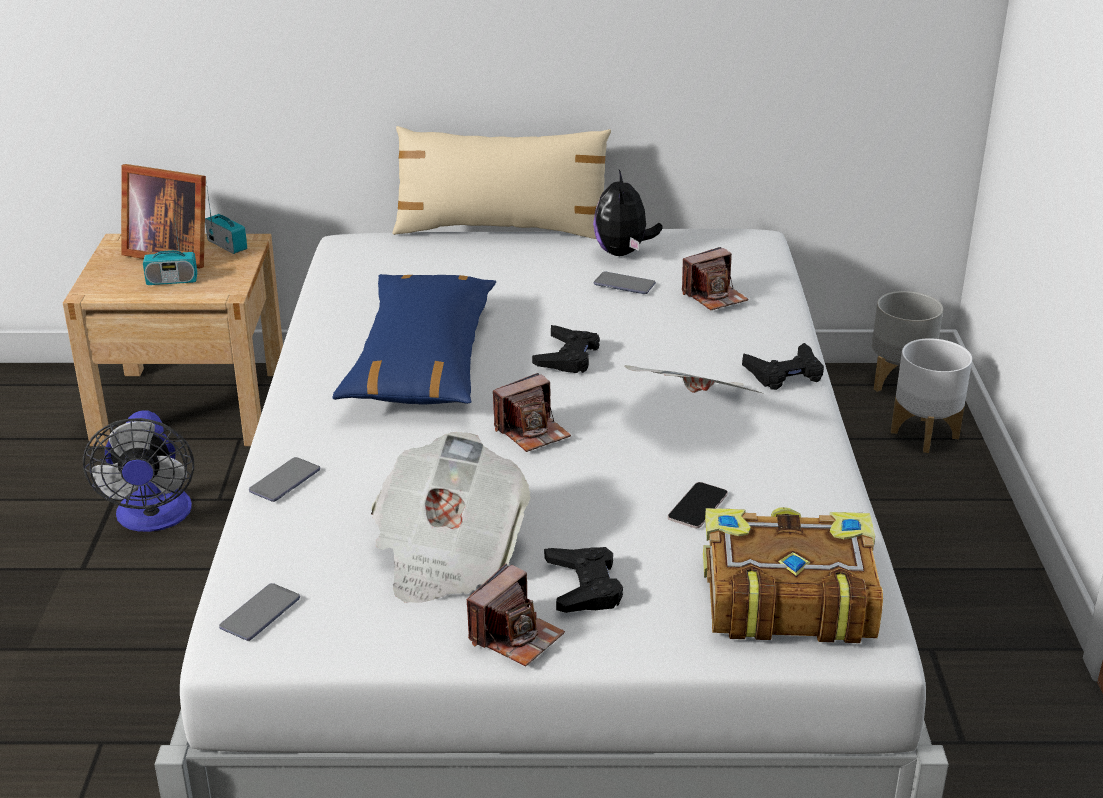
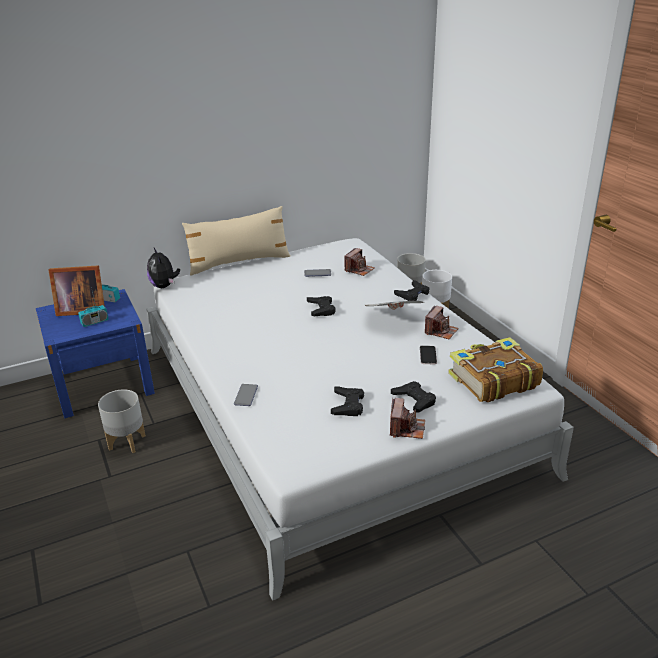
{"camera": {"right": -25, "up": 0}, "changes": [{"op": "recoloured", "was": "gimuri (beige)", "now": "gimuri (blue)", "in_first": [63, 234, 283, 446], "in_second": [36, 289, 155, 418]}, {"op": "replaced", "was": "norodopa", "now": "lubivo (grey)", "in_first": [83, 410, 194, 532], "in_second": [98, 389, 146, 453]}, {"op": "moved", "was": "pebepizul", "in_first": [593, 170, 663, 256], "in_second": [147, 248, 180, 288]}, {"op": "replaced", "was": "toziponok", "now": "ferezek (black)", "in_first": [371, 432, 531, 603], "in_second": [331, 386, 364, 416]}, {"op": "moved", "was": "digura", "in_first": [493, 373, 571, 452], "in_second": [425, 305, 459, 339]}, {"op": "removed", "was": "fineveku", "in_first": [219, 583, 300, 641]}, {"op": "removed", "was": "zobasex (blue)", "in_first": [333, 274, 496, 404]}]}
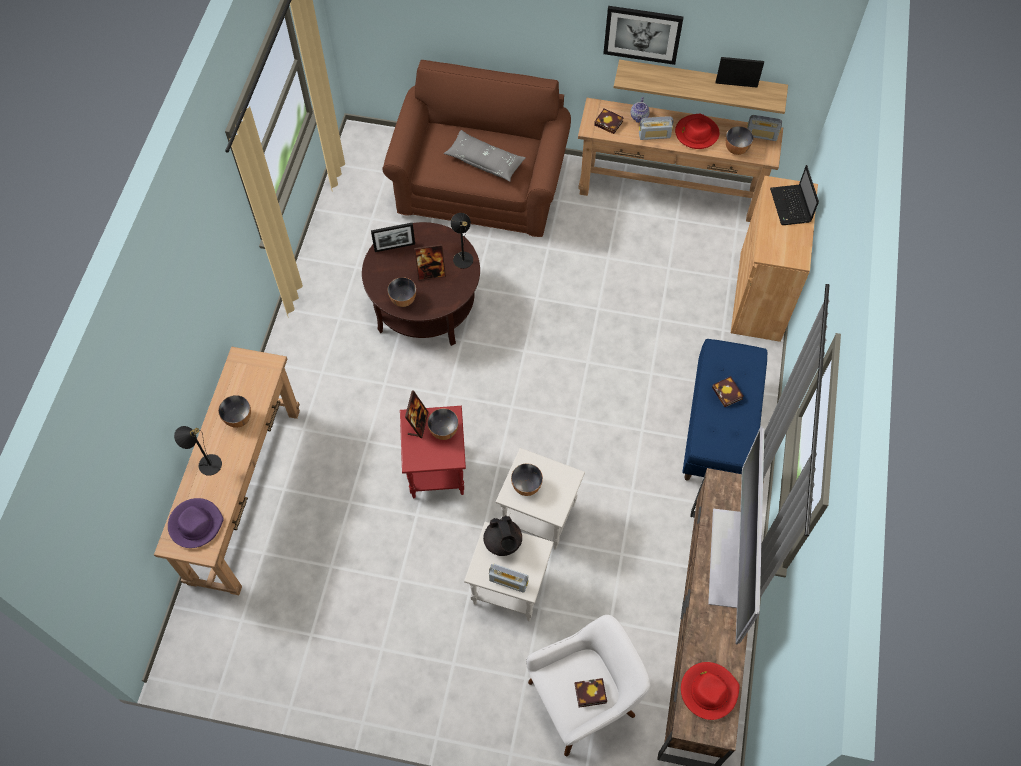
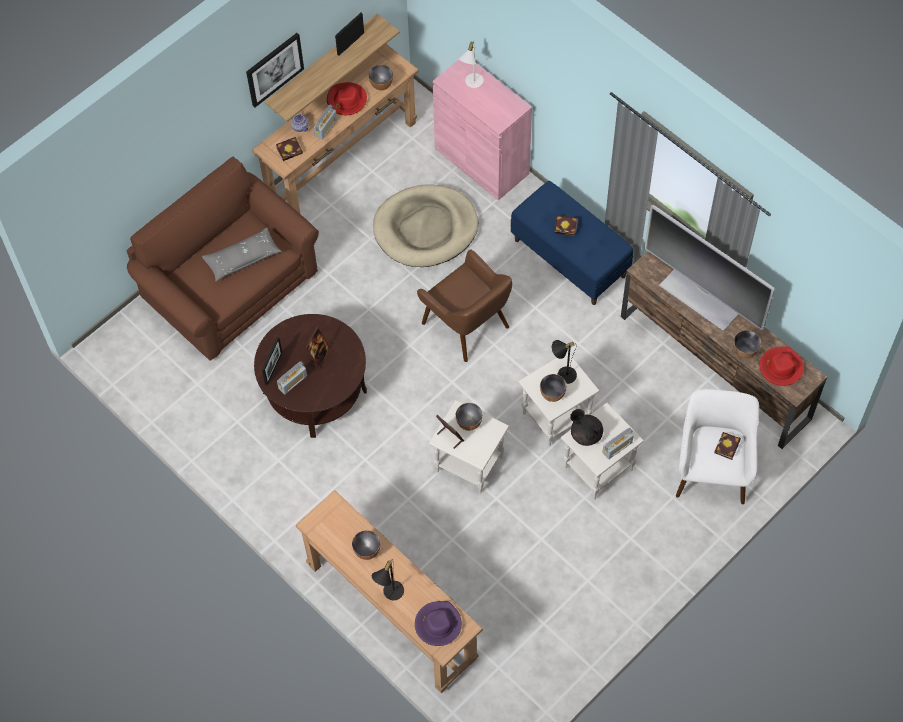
{"camera": {"right": -55, "up": 0}, "changes": [{"op": "moved", "was": "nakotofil", "in_first": [747, 115, 782, 141], "in_second": [277, 361, 307, 395]}, {"op": "added", "now": "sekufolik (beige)", "in_second": [373, 185, 478, 267]}, {"op": "added", "now": "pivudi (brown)", "in_second": [417, 249, 512, 362]}, {"op": "recoloured", "was": "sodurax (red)", "now": "sodurax (white)", "in_first": [400, 406, 466, 498], "in_second": [429, 400, 509, 494]}, {"op": "recoloured", "was": "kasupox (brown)", "now": "kasupox (pink)", "in_first": [731, 176, 818, 342], "in_second": [432, 60, 532, 200]}, {"op": "replaced", "was": "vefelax", "now": "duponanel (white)", "in_first": [770, 165, 819, 225], "in_second": [458, 41, 483, 88]}, {"op": "moved", "was": "duponanel (black)", "in_first": [450, 213, 473, 269], "in_second": [552, 340, 577, 384]}, {"op": "turned", "was": "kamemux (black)", "in_first": [483, 515, 522, 556], "in_second": [570, 409, 603, 446], "clockwise": -150}, {"op": "moved", "was": "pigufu", "in_first": [387, 277, 416, 307], "in_second": [734, 330, 761, 358]}]}
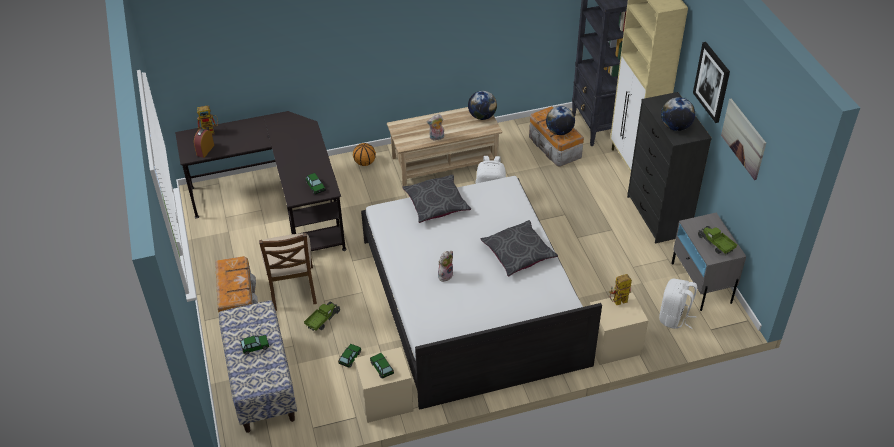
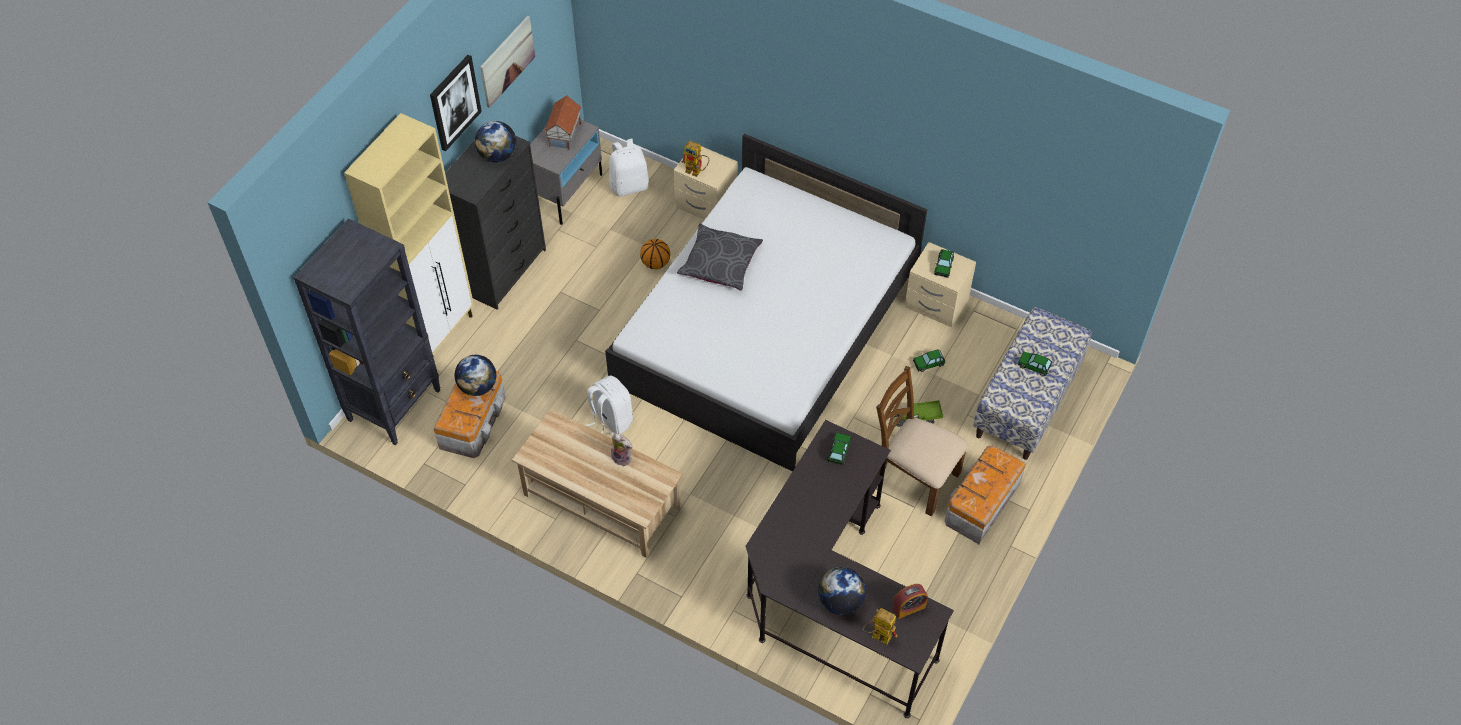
{"camera": {"right": -135, "up": 10}, "changes": [{"op": "replaced", "was": "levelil", "now": "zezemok", "in_first": [698, 226, 737, 254], "in_second": [544, 96, 582, 150]}, {"op": "moved", "was": "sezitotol", "in_first": [353, 143, 376, 166], "in_second": [640, 239, 670, 269]}, {"op": "moved", "was": "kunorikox", "in_first": [468, 91, 497, 120], "in_second": [818, 567, 866, 615]}, {"op": "turned", "was": "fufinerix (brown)", "in_first": [259, 233, 317, 311], "in_second": [876, 366, 968, 516], "clockwise": -90}, {"op": "removed", "was": "zobasex (grey)", "in_first": [403, 174, 471, 223]}, {"op": "removed", "was": "pebepizul", "in_first": [438, 251, 453, 282]}]}
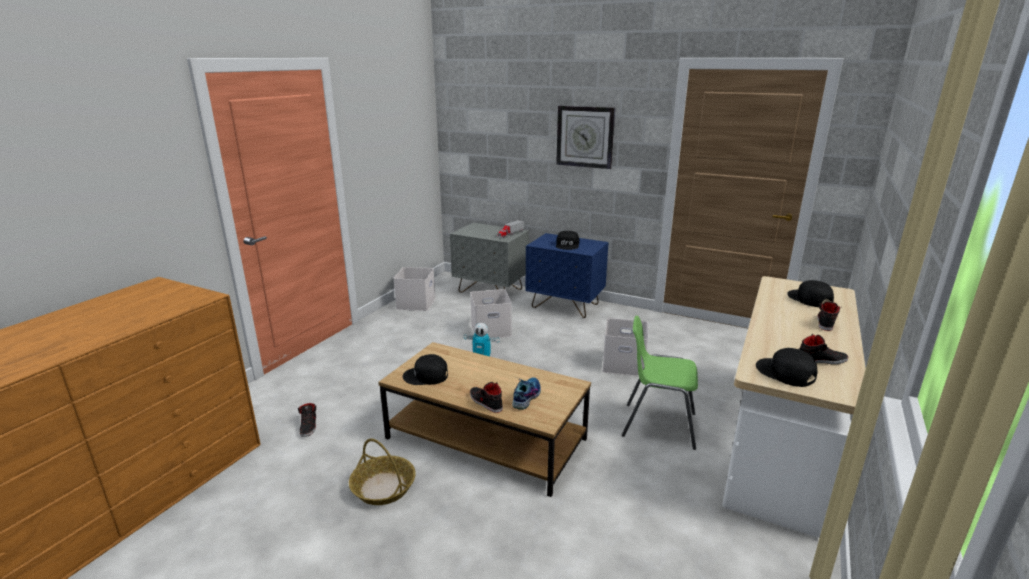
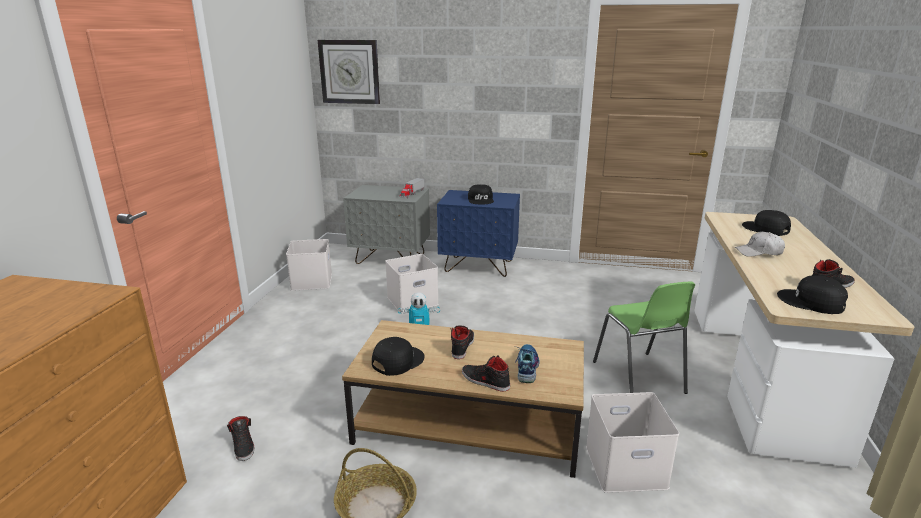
{"camera": {"right": -15, "up": 0}, "changes": [{"op": "moved", "was": "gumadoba", "in_first": [556, 106, 615, 169], "in_second": [318, 40, 380, 104]}, {"op": "turned", "was": "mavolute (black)", "in_first": [403, 354, 448, 385], "in_second": [372, 337, 425, 376], "clockwise": 150}, {"op": "moved", "was": "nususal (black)", "in_first": [817, 301, 841, 331], "in_second": [450, 325, 474, 359]}, {"op": "moved", "was": "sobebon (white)", "in_first": [602, 318, 648, 376], "in_second": [586, 392, 679, 493]}, {"op": "turned", "was": "fufinerix (green)", "in_first": [622, 315, 698, 450], "in_second": [593, 282, 695, 394], "clockwise": -105}, {"op": "added", "now": "mavolute (white)", "in_second": [735, 232, 785, 257]}]}
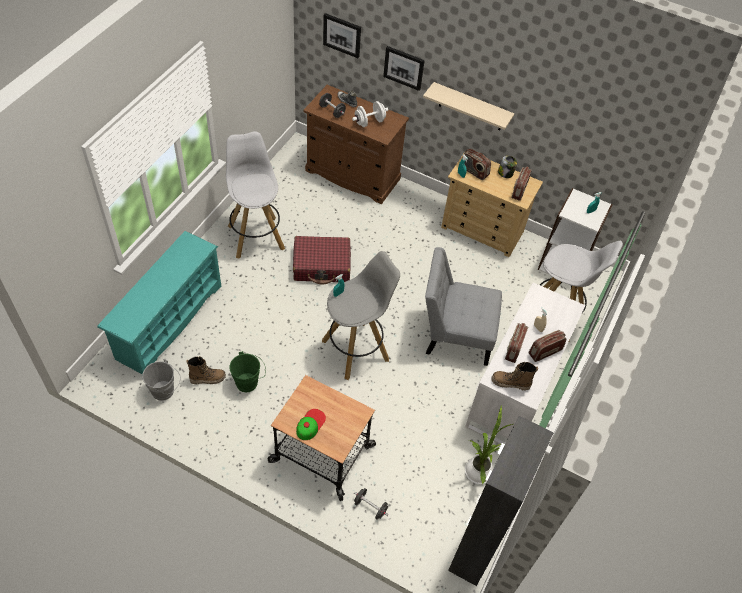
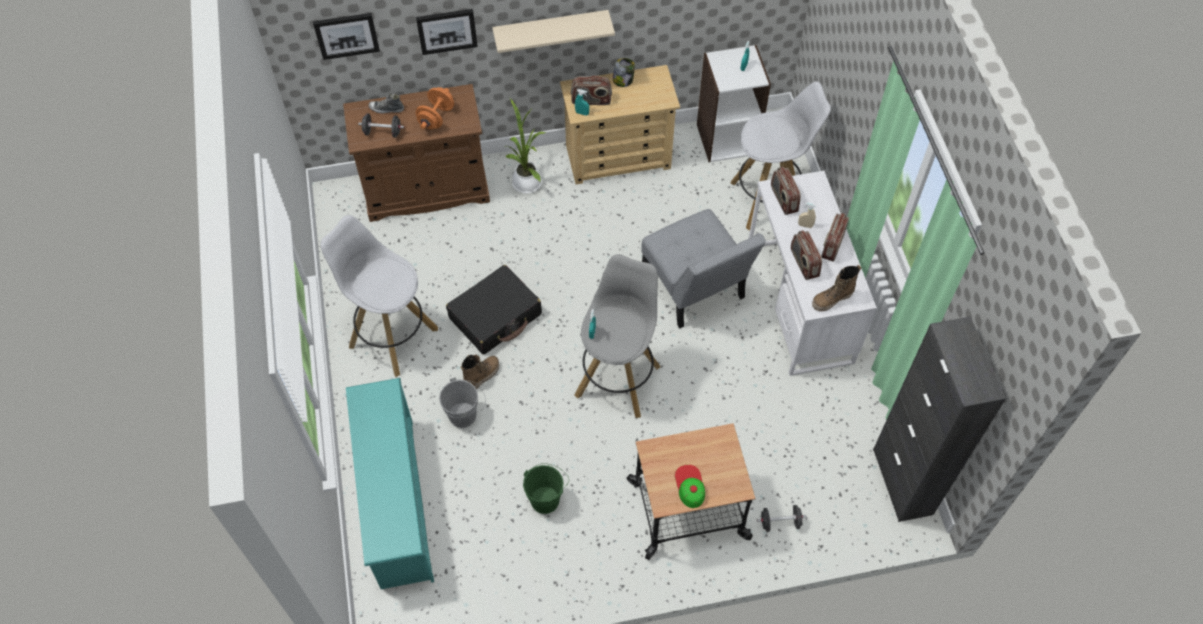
{"camera": {"right": -35, "up": 5}, "changes": [{"op": "recoloured", "was": "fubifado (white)", "now": "fubifado (orange)", "in_first": [352, 101, 388, 127], "in_second": [415, 87, 454, 129]}, {"op": "moved", "was": "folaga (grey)", "in_first": [142, 360, 180, 401], "in_second": [439, 377, 486, 428]}, {"op": "recoloured", "was": "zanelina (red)", "now": "zanelina (black)", "in_first": [293, 236, 351, 284], "in_second": [446, 265, 542, 355]}, {"op": "moved", "was": "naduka", "in_first": [186, 356, 226, 384], "in_second": [460, 355, 499, 390]}, {"op": "moved", "was": "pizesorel", "in_first": [465, 406, 513, 485], "in_second": [505, 98, 547, 194]}, {"op": "turned", "was": "fufinerix (grey)", "in_first": [425, 247, 502, 366], "in_second": [641, 209, 766, 328], "clockwise": -90}, {"op": "moved", "was": "nakotofil", "in_first": [511, 166, 532, 201], "in_second": [771, 167, 801, 215]}]}
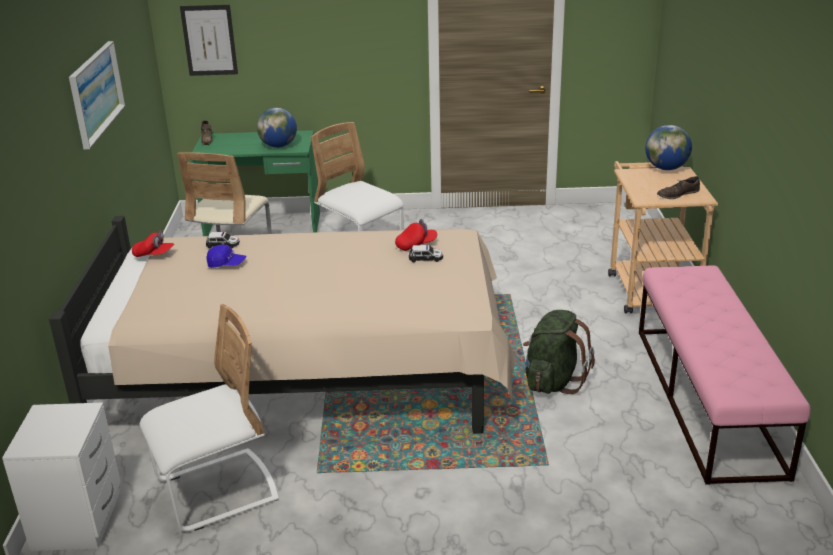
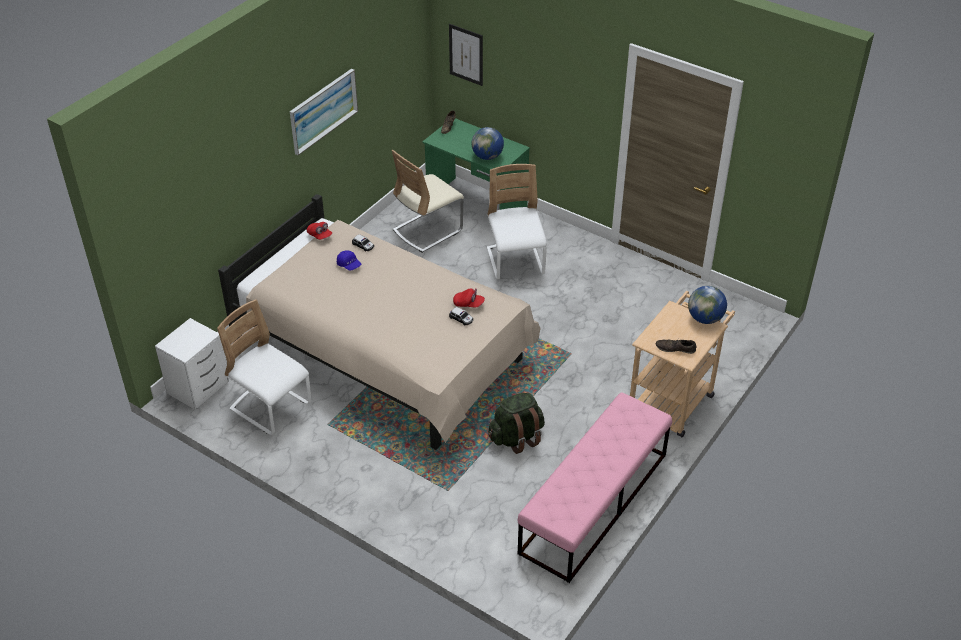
{"camera": {"right": 35, "up": 15}, "changes": [{"op": "turned", "was": "fufinerix (white)", "in_first": [140, 304, 279, 532], "in_second": [217, 299, 311, 435], "clockwise": -150}]}
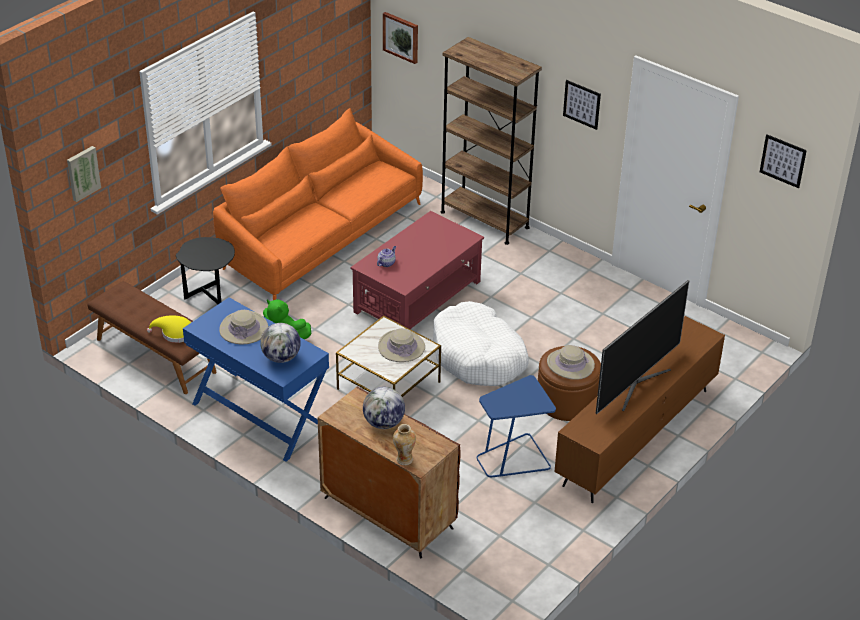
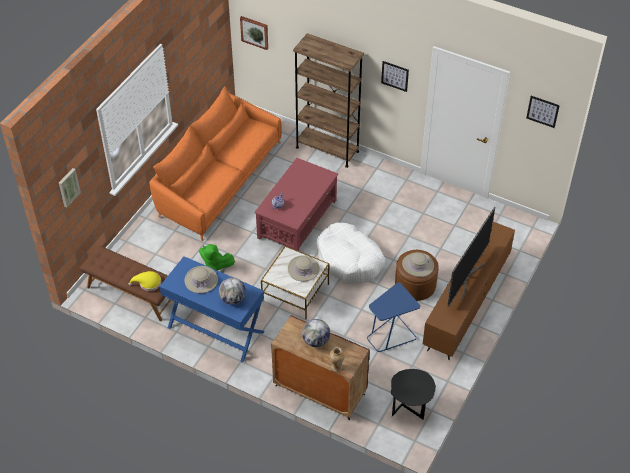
{"camera": {"right": -10, "up": 10}, "changes": [{"op": "moved", "was": "sodurax (black)", "in_first": [176, 237, 235, 304], "in_second": [391, 369, 436, 420]}]}
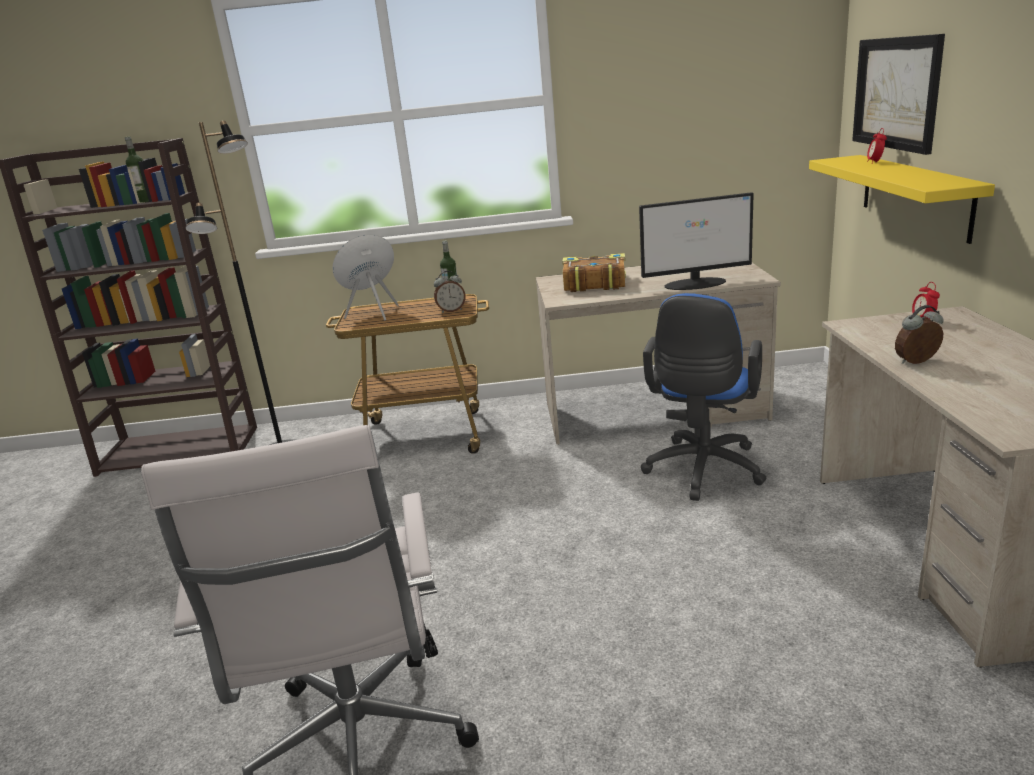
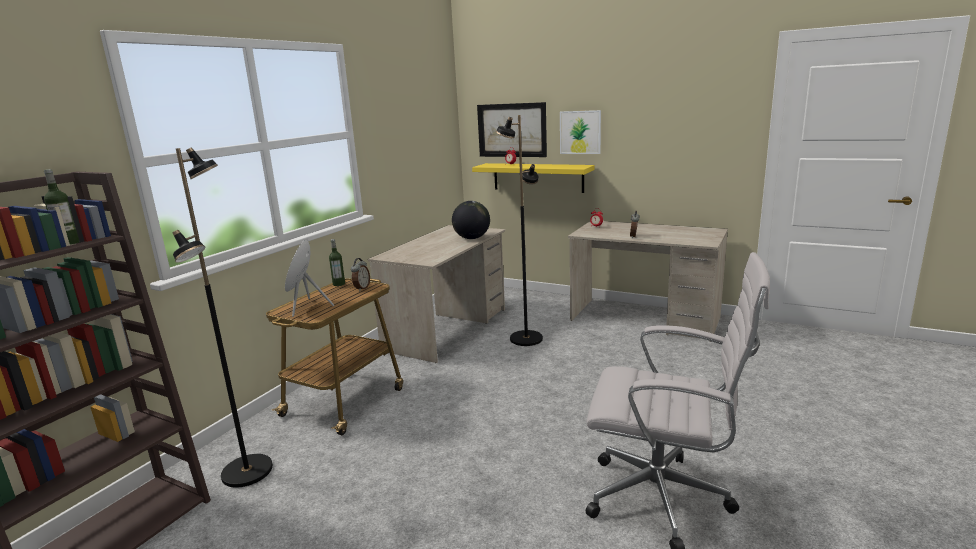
{"camera": {"right": -60, "up": -5}, "changes": [{"op": "replaced", "was": "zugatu", "now": "kunorikox", "in_first": [639, 192, 754, 290], "in_second": [452, 201, 490, 239]}, {"op": "replaced", "was": "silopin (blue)", "now": "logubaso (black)", "in_first": [641, 293, 766, 501], "in_second": [496, 115, 543, 346]}, {"op": "added", "now": "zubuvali", "in_second": [560, 110, 601, 154]}, {"op": "removed", "was": "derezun", "in_first": [562, 253, 626, 292]}]}
